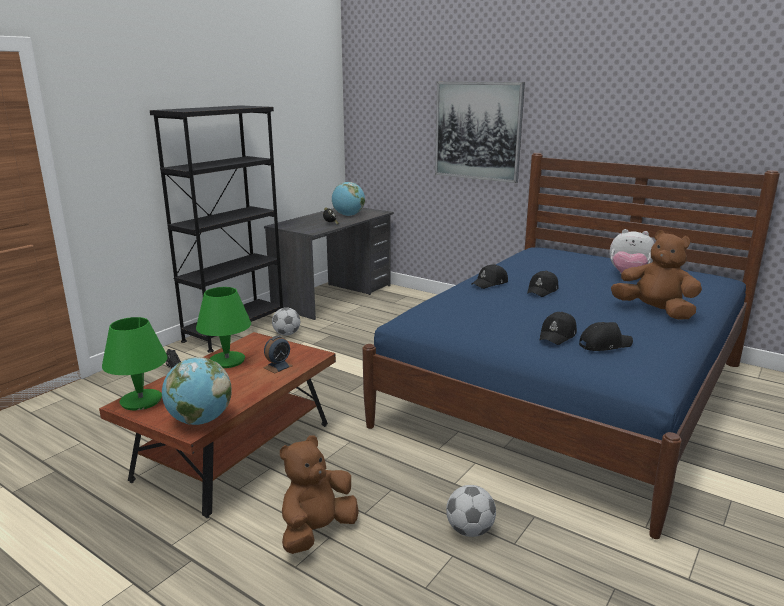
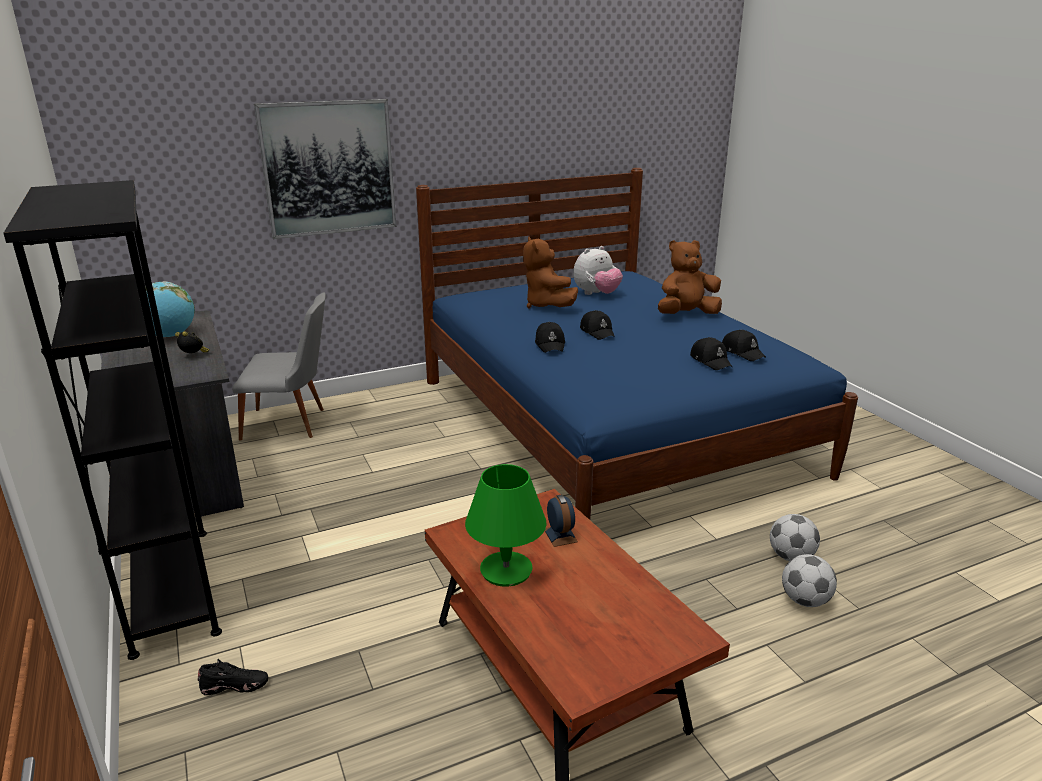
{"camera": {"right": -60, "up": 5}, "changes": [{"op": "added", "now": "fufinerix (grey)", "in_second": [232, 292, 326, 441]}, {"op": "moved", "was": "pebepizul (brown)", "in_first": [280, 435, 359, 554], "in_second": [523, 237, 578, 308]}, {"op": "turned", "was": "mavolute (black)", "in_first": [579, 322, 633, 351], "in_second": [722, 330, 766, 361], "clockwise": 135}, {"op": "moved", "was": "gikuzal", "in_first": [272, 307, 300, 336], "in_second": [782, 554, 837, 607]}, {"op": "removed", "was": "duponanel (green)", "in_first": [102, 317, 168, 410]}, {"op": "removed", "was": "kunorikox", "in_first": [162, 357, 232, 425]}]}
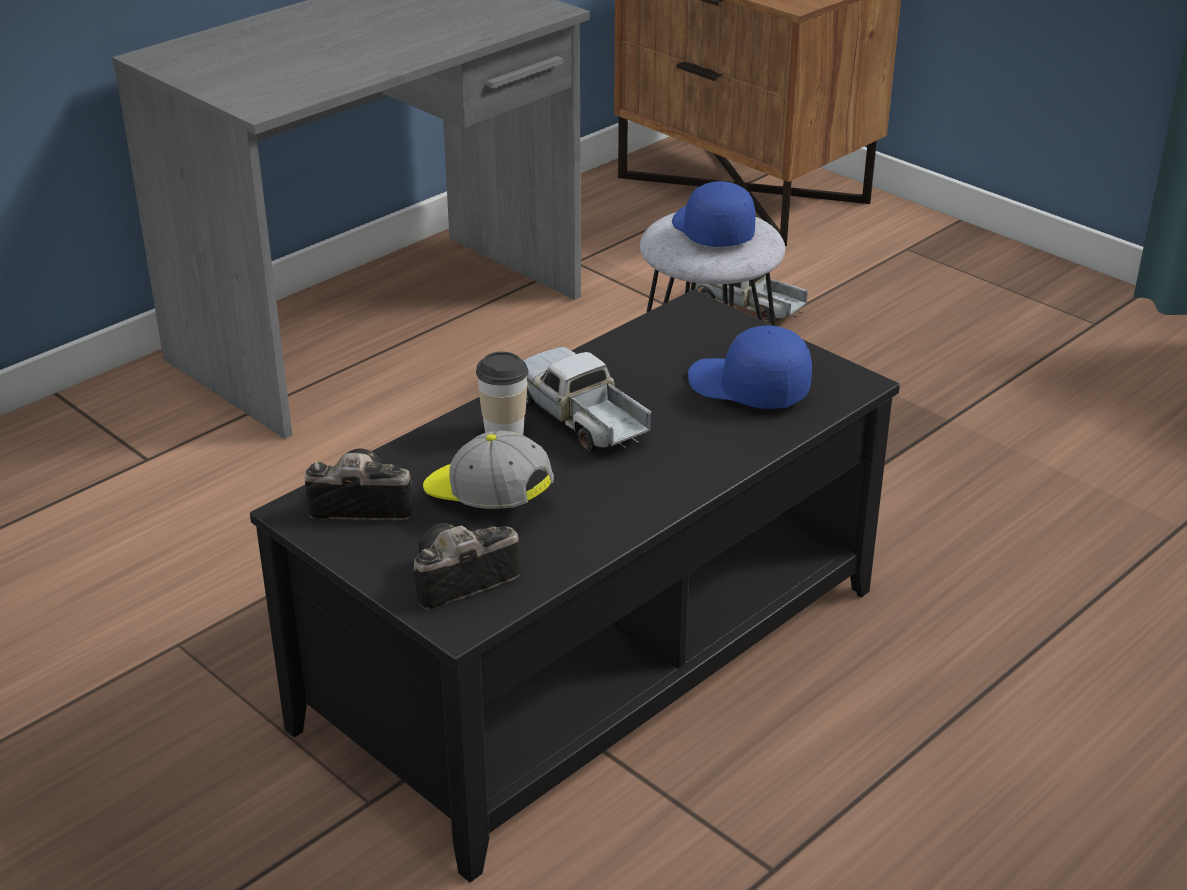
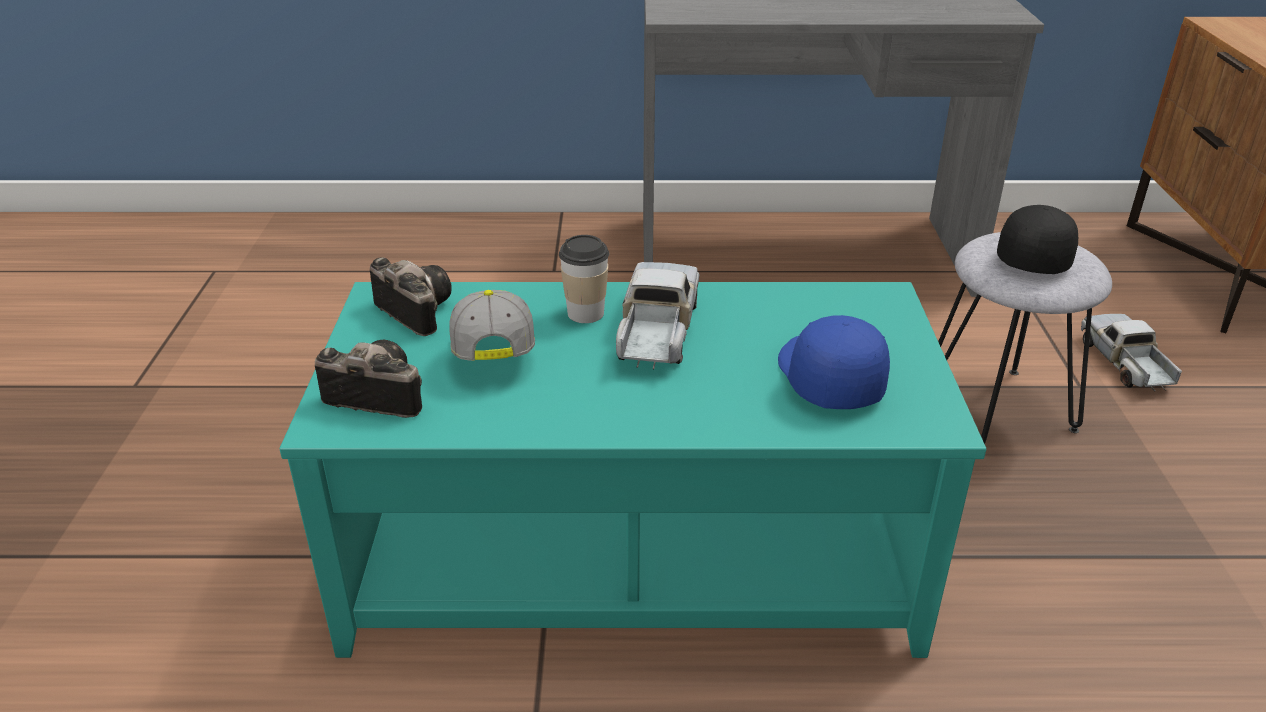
{"camera": {"right": 45, "up": 0}, "changes": [{"op": "recoloured", "was": "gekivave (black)", "now": "gekivave (turquoise)", "in_first": [250, 290, 900, 882], "in_second": [280, 282, 986, 658]}, {"op": "recoloured", "was": "mavolute (blue)", "now": "mavolute (black)", "in_first": [672, 181, 756, 247], "in_second": [997, 205, 1078, 274]}]}
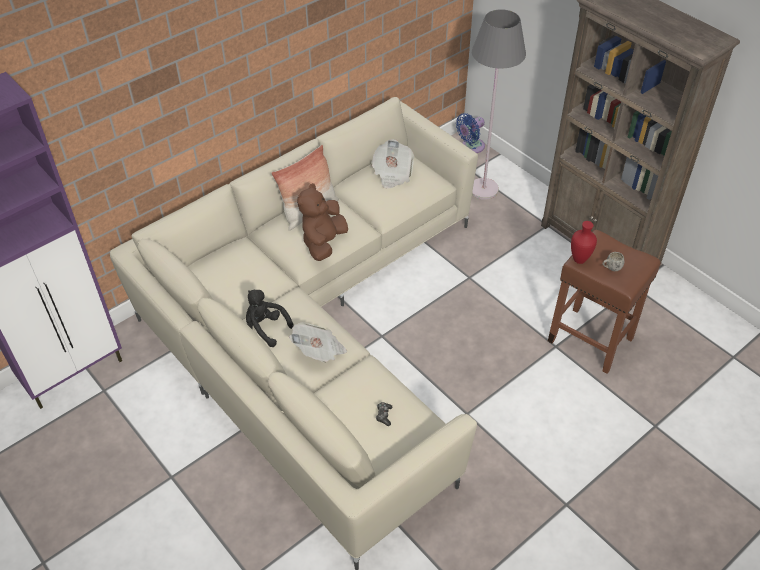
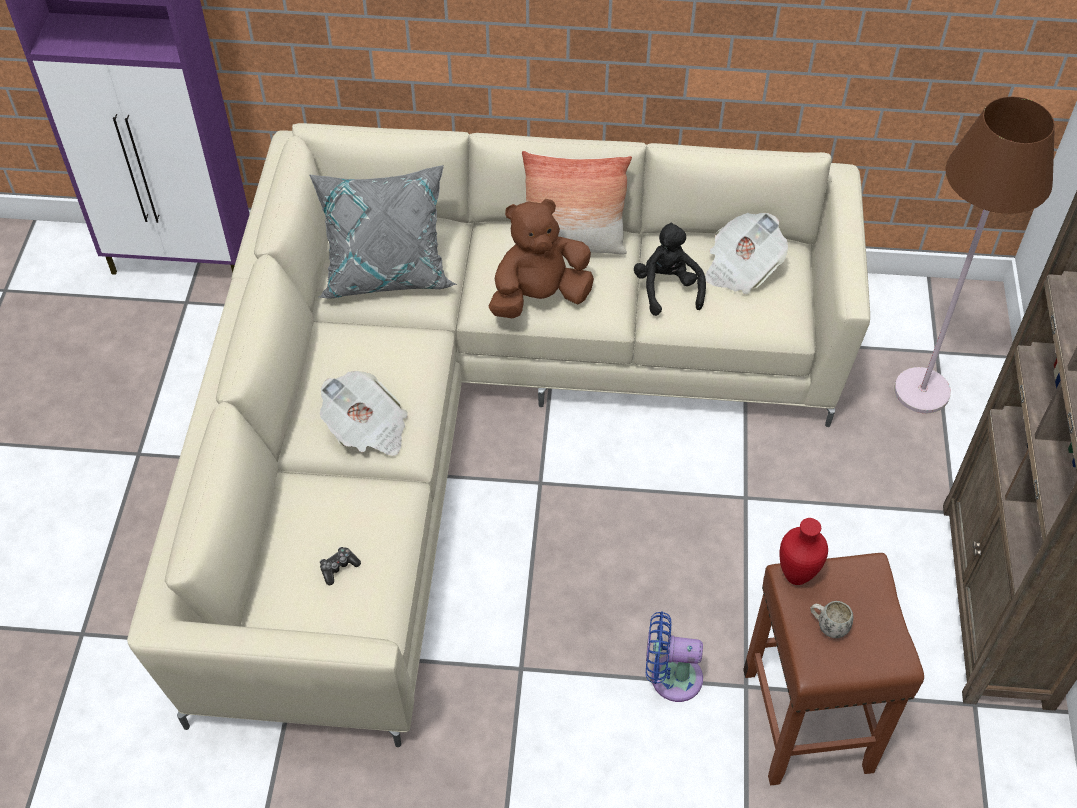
{"camera": {"right": 45, "up": 5}, "changes": [{"op": "added", "now": "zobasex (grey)", "in_second": [309, 165, 457, 299]}, {"op": "moved", "was": "pebepizul (black)", "in_first": [246, 290, 294, 347], "in_second": [634, 222, 706, 316]}, {"op": "moved", "was": "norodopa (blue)", "in_first": [456, 113, 485, 153], "in_second": [646, 611, 703, 702]}, {"op": "recoloured", "was": "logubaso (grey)", "now": "logubaso (brown)", "in_first": [472, 9, 526, 200], "in_second": [894, 96, 1055, 413]}]}
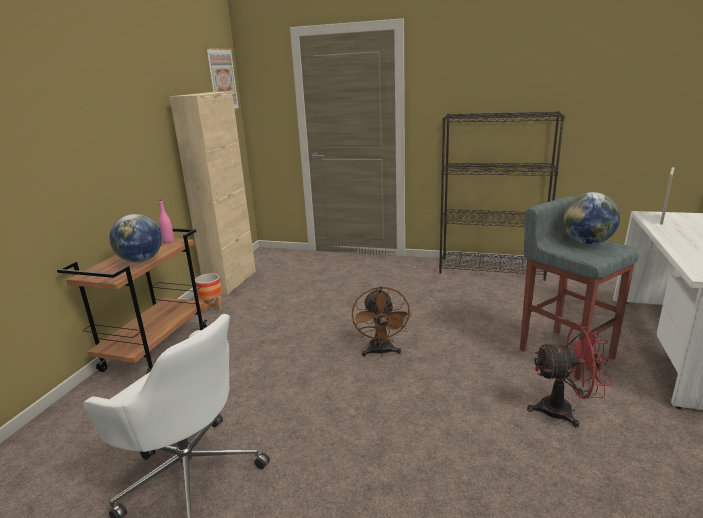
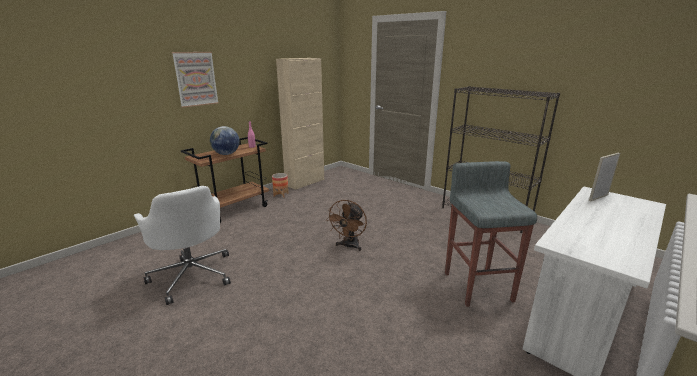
{"camera": {"right": 25, "up": 0}, "changes": [{"op": "moved", "was": "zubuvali", "in_first": [206, 48, 240, 109], "in_second": [172, 52, 219, 108]}, {"op": "removed", "was": "norodopa (red)", "in_first": [527, 325, 613, 428]}, {"op": "removed", "was": "kunorikox", "in_first": [563, 192, 620, 245]}]}
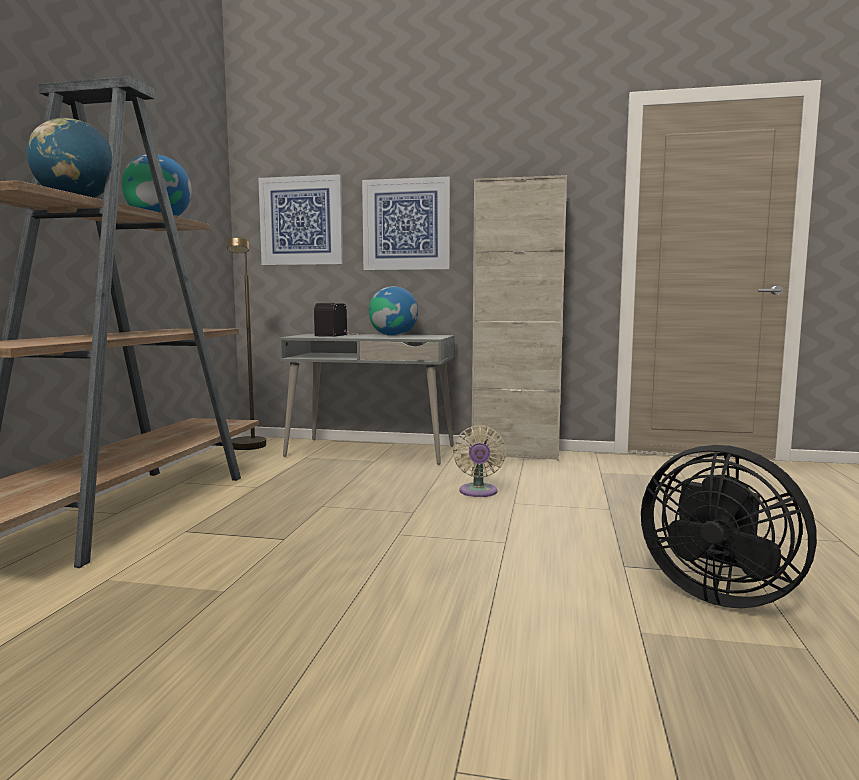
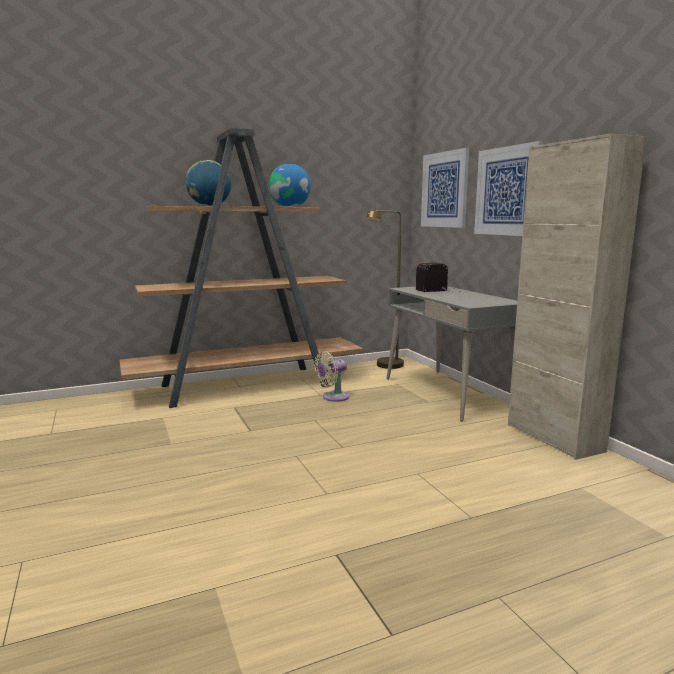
{"camera": {"right": 55, "up": 5}, "changes": [{"op": "moved", "was": "norodopa (beige)", "in_first": [453, 425, 506, 497], "in_second": [314, 351, 349, 402]}, {"op": "removed", "was": "kunorikox", "in_first": [369, 286, 418, 336]}, {"op": "removed", "was": "norodopa (black)", "in_first": [641, 445, 817, 608]}]}
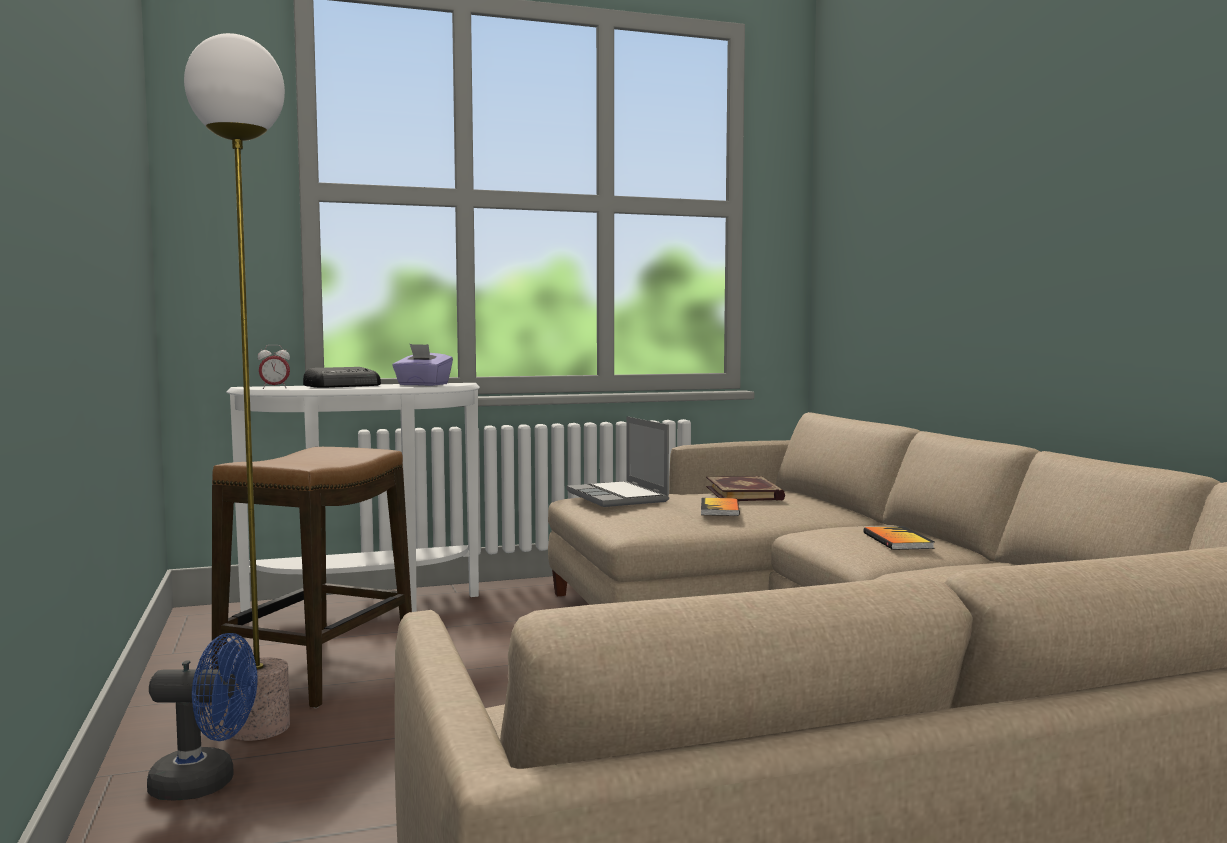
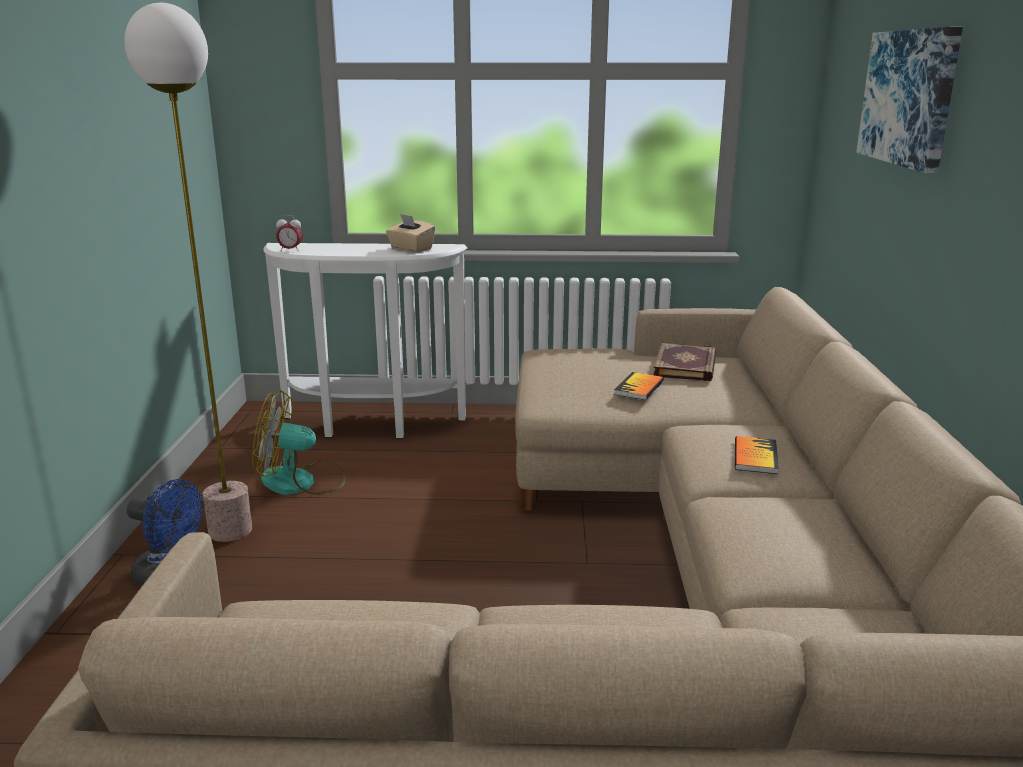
{"camera": {"right": 20, "up": 15}, "changes": [{"op": "replaced", "was": "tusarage", "now": "norodopa", "in_first": [212, 447, 412, 708], "in_second": [252, 390, 346, 495]}, {"op": "recoloured", "was": "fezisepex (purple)", "now": "fezisepex (beige)", "in_first": [392, 344, 453, 386], "in_second": [386, 214, 436, 252]}, {"op": "added", "now": "zubuvali", "in_second": [856, 27, 963, 173]}, {"op": "removed", "was": "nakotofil", "in_first": [303, 367, 381, 388]}, {"op": "removed", "was": "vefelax", "in_first": [567, 416, 669, 507]}]}
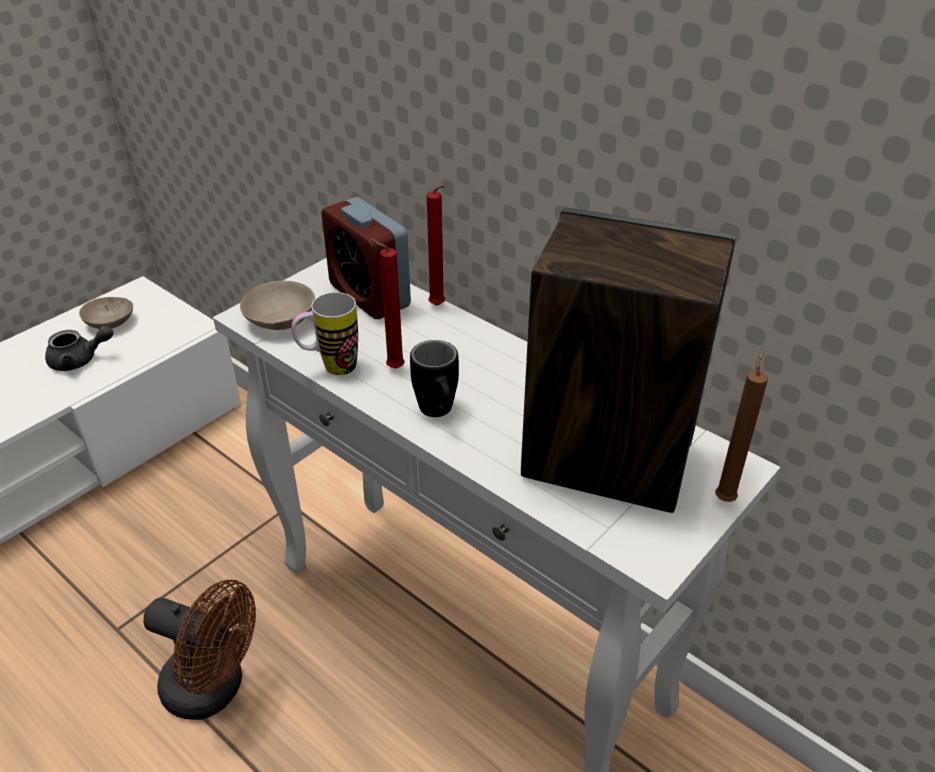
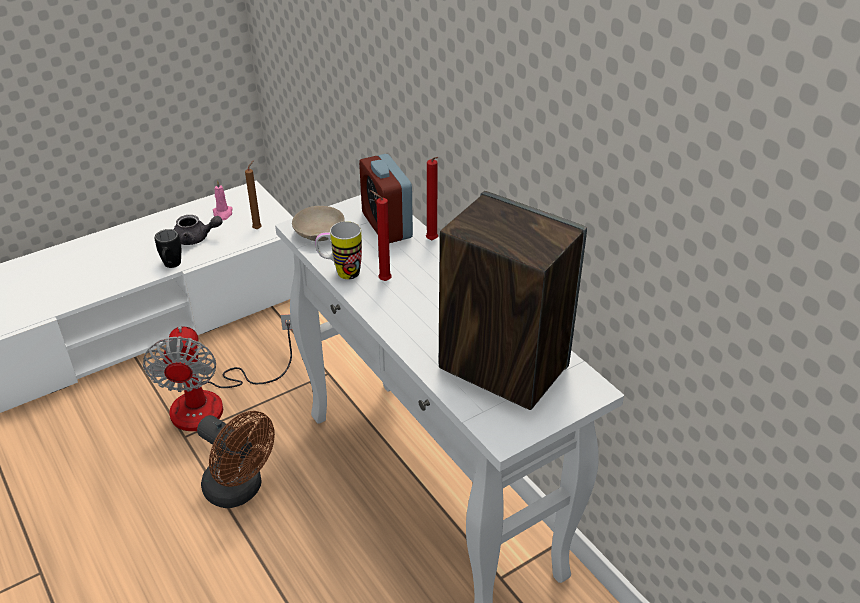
{"camera": {"right": 15, "up": 0}, "changes": [{"op": "added", "now": "norodopa", "in_second": [143, 314, 292, 431]}, {"op": "moved", "was": "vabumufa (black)", "in_first": [410, 340, 459, 417], "in_second": [155, 229, 181, 268]}, {"op": "replaced", "was": "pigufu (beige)", "now": "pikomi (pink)", "in_first": [79, 297, 133, 329], "in_second": [213, 180, 233, 220]}, {"op": "moved", "was": "pikomi (brown)", "in_first": [715, 349, 768, 502], "in_second": [245, 160, 262, 229]}]}
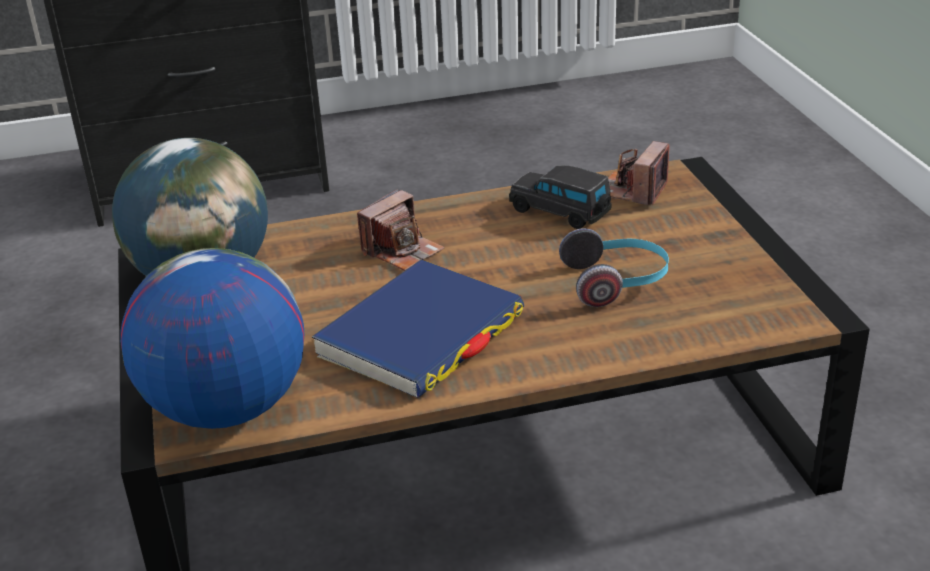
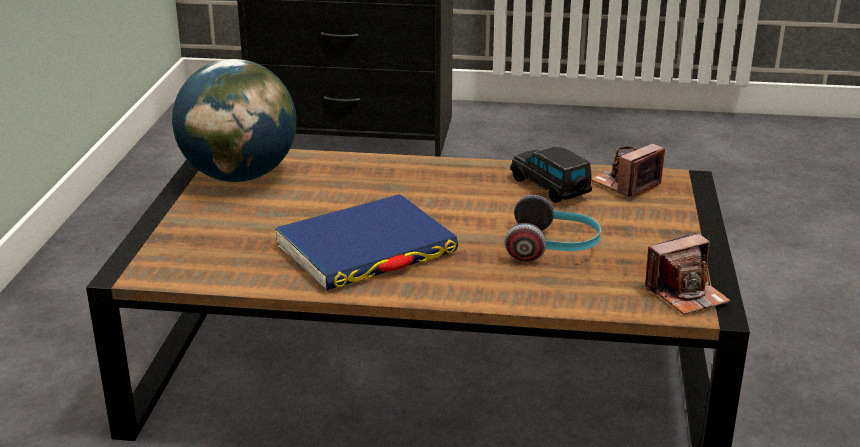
{"camera": {"right": 20, "up": -5}, "changes": [{"op": "moved", "was": "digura", "in_first": [357, 189, 445, 271], "in_second": [645, 232, 731, 315]}, {"op": "removed", "was": "kunorikox", "in_first": [120, 248, 304, 429]}]}
